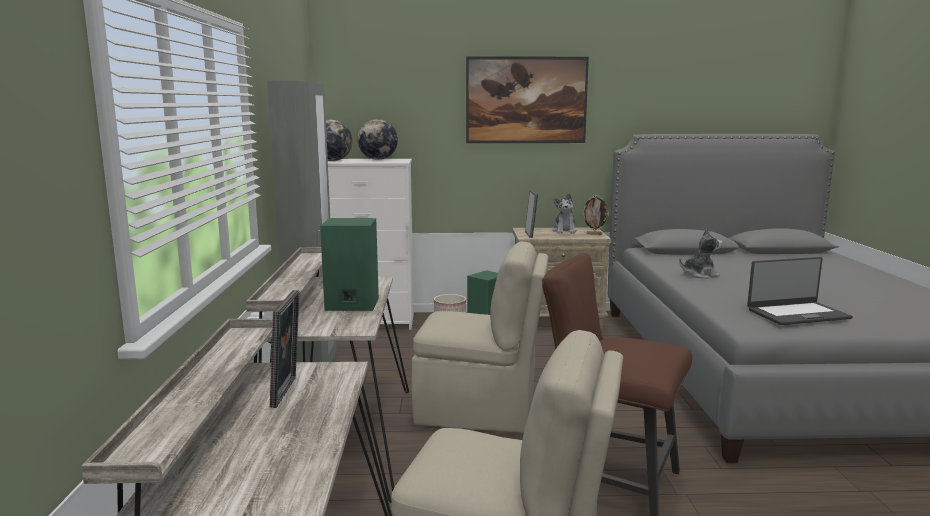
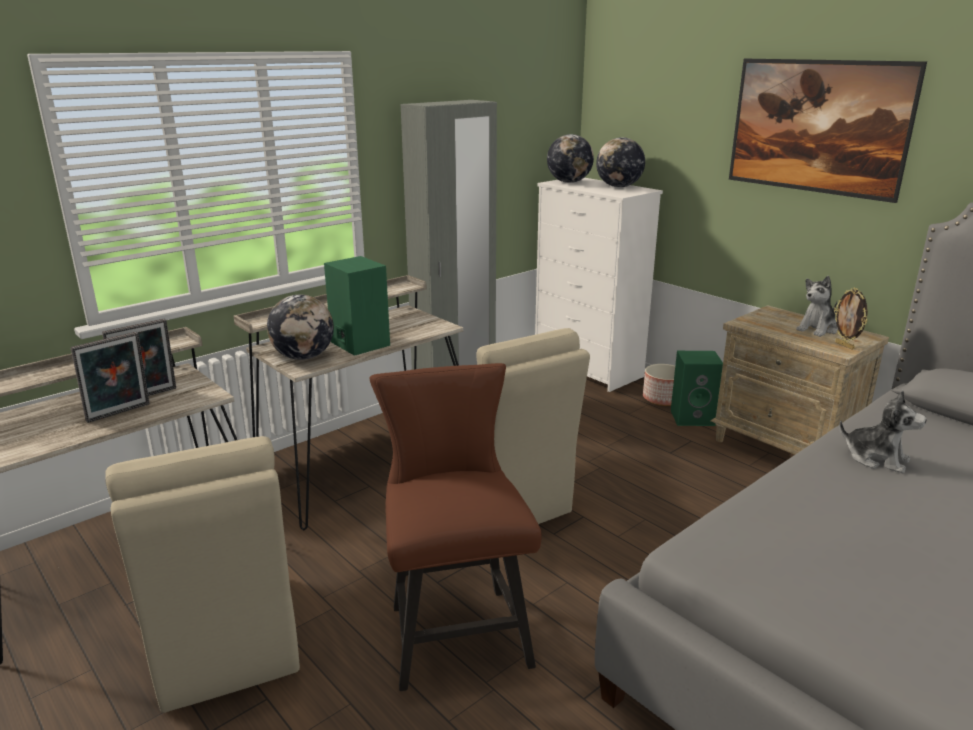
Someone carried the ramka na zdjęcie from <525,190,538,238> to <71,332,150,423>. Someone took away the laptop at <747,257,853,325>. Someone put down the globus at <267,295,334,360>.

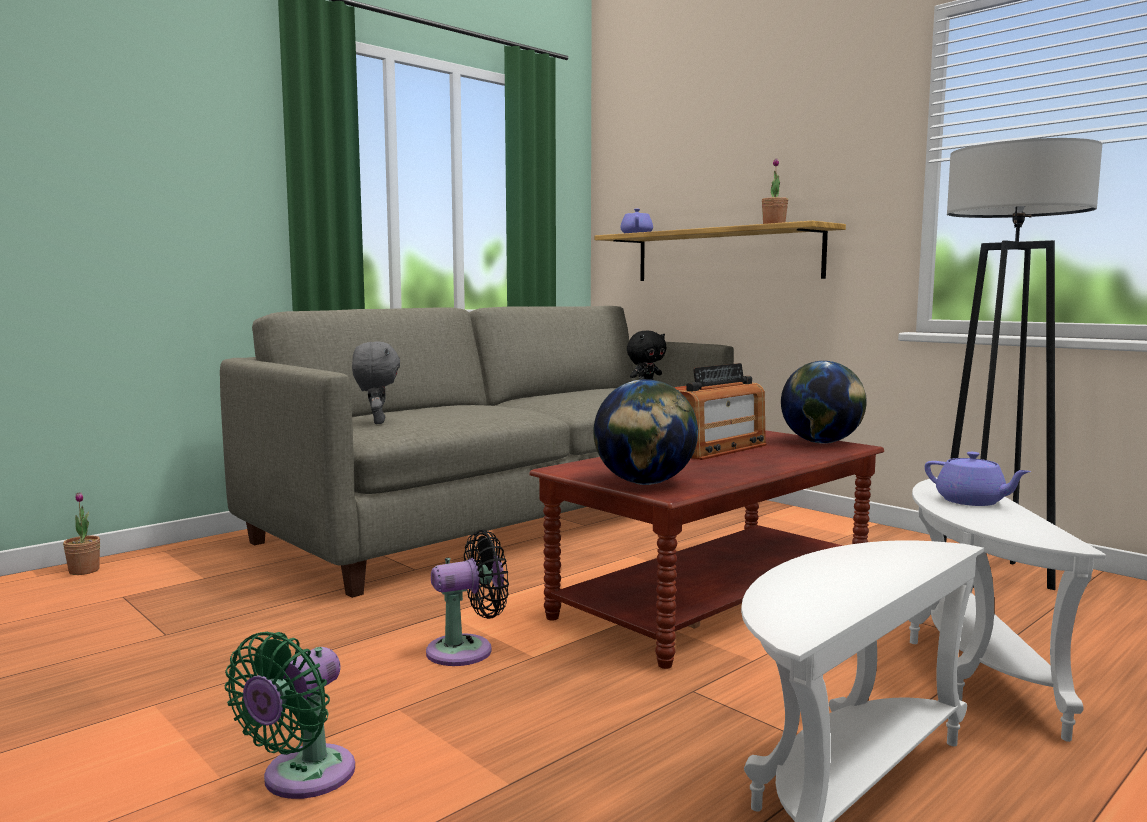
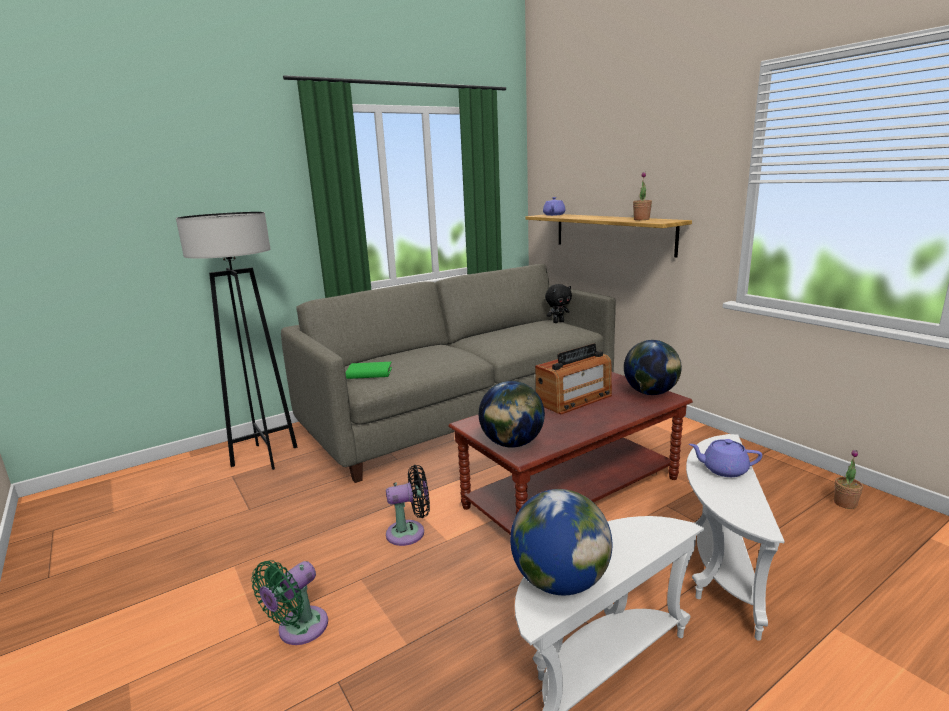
Someone carried the roślina doniczkowa from <63,492,100,575> to <834,450,863,509>. Someone swapped the pluszak/szary at <352,341,400,424> for the książka/zielony at <346,362,392,379>. Someone rotated the imbryk/fioletowy at <925,452,1031,506> by 135 degrees clockwise. Someone carried the lampa stojąca/szary from <944,138,1102,590> to <176,212,298,470>. Someone put down the globus at <510,489,612,595>.

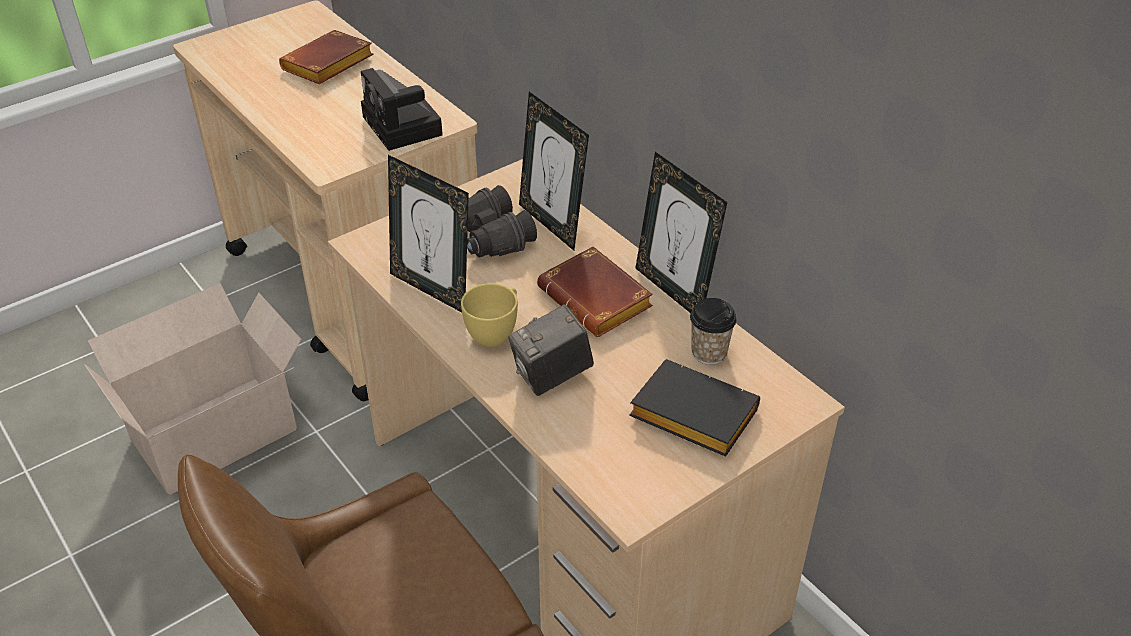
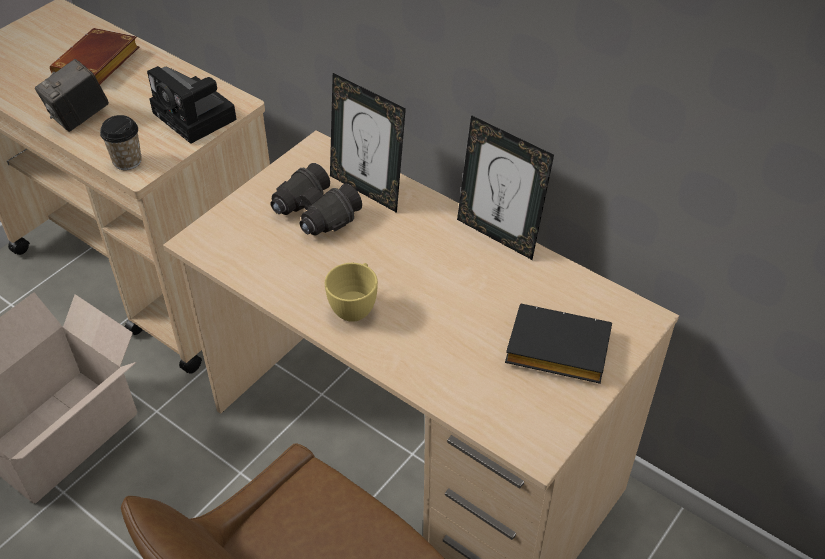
Someone took away the ramka na zdjęcie at <388,155,469,312>. Someone carried the aparat fotograficzny from <508,304,594,396> to <35,59,109,132>. Someone took away the książka/brązowy at <537,246,653,337>. Someone carried the filiżanka from <690,298,737,365> to <100,115,142,170>.

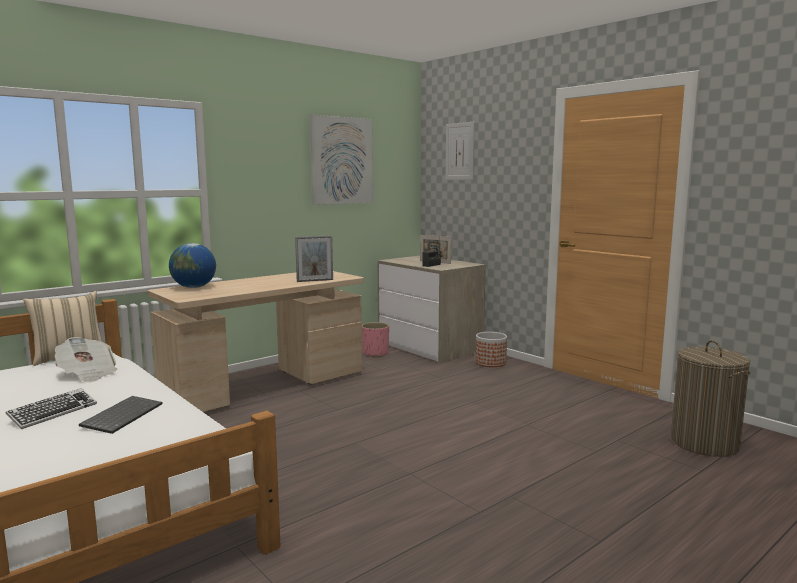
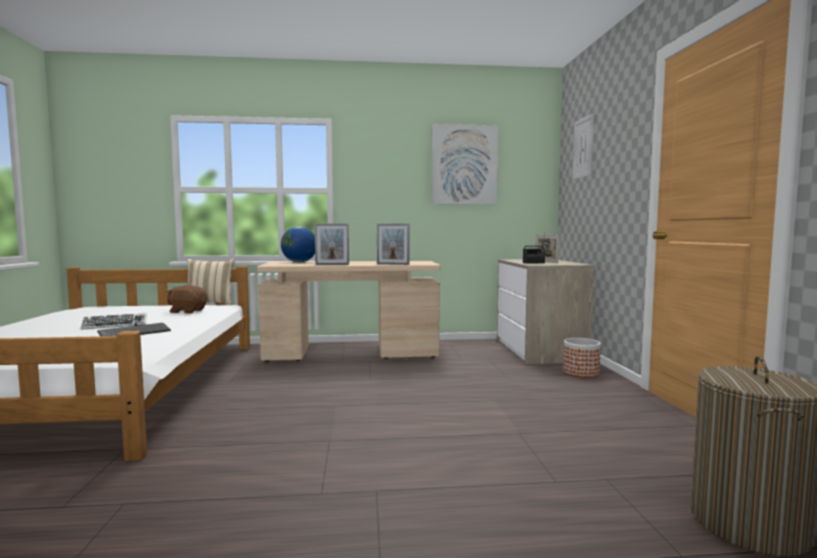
Someone swapped the gazeta at <55,337,117,382> for the pluszak/brązowy at <167,285,207,313>. Someone took away the donica/różowy at <362,322,389,357>. Someone put down the ramka na zdjęcie at <315,224,349,265>.

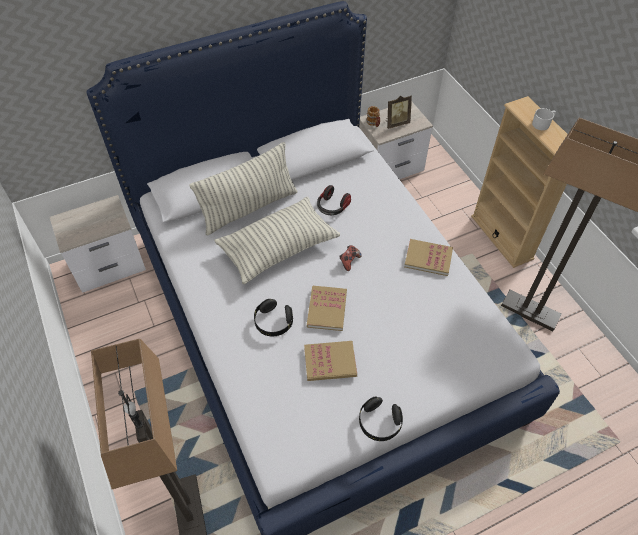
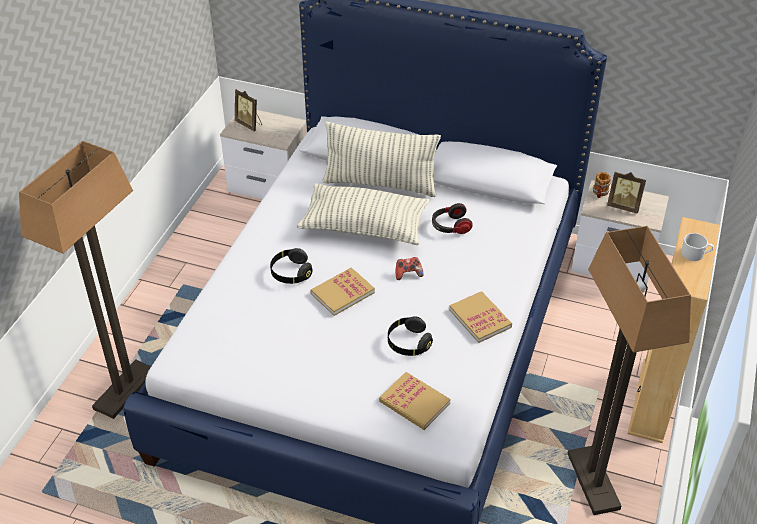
Someone carried the książka from <304,341,357,381> to <379,372,450,430>. Someone carried the słuchawki/czarny from <359,396,403,441> to <388,316,433,356>. Someone put down the ramka na zdjęcie at <235,89,262,132>.

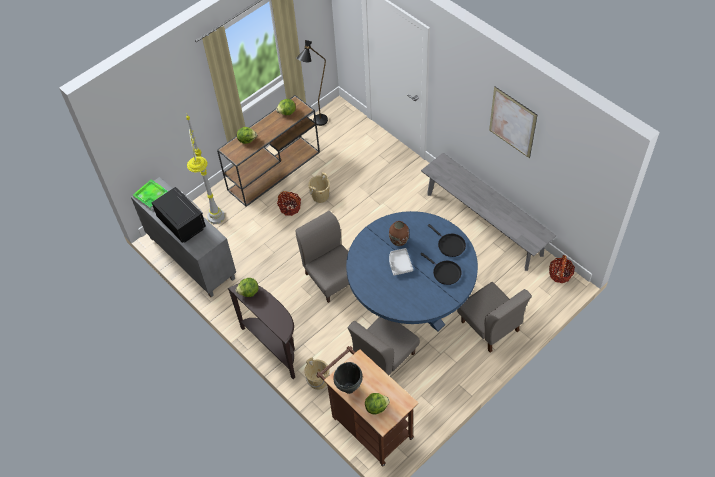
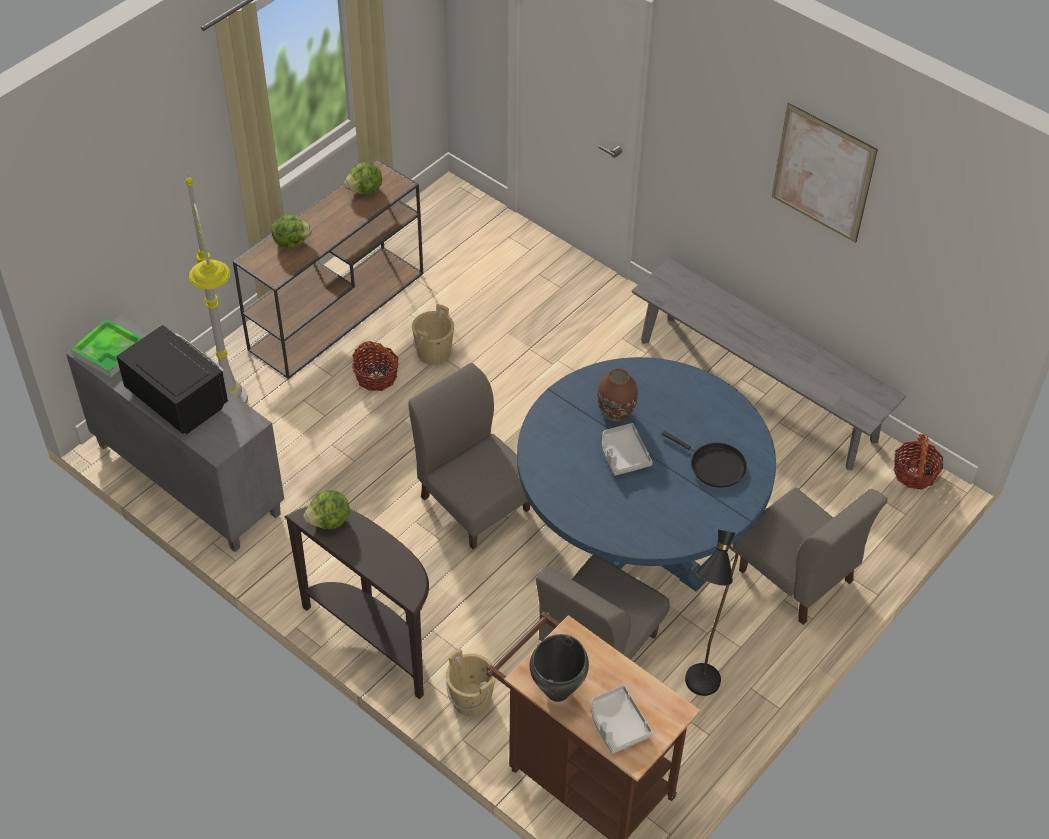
Someone carried the lampa stojąca/czarny from <296,40,328,126> to <685,529,738,696>. Someone swapped the sałata at <365,393,390,415> for the taca/szary at <591,685,653,754>. Someone took away the patelnia/czarny at <428,224,466,257>.

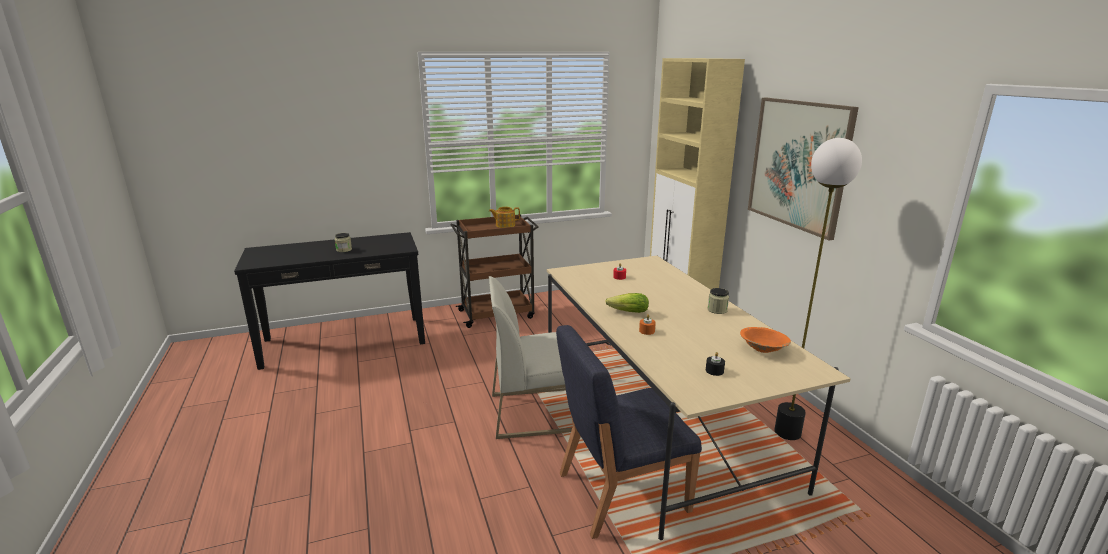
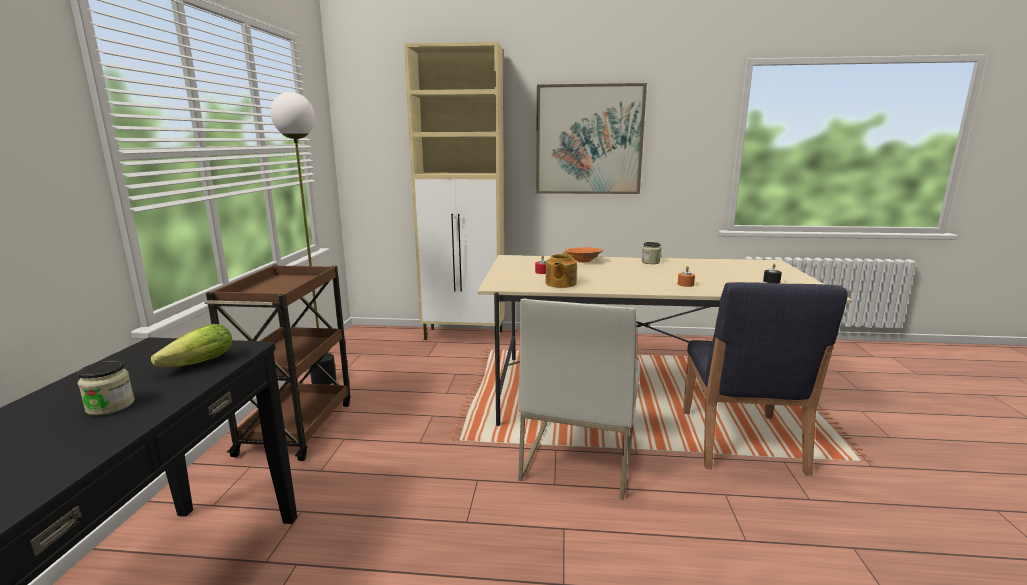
Someone carried the imbryk from <489,207,520,228> to <546,252,577,288>. Someone carried the sałata from <605,293,649,313> to <151,324,232,367>. Someone carried the miska/pomarańczowy from <740,327,791,353> to <565,247,603,262>. Someone carried the lampa stojąca from <774,138,862,440> to <271,92,336,385>.

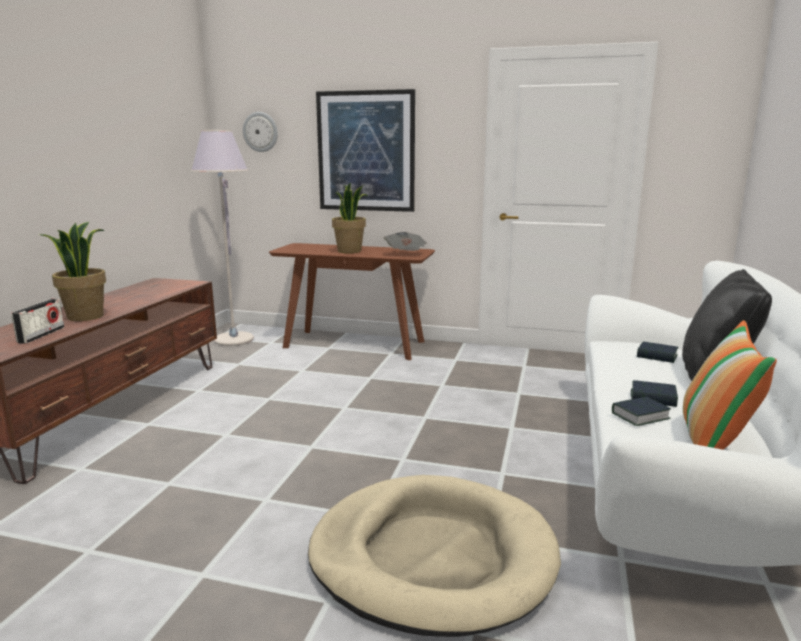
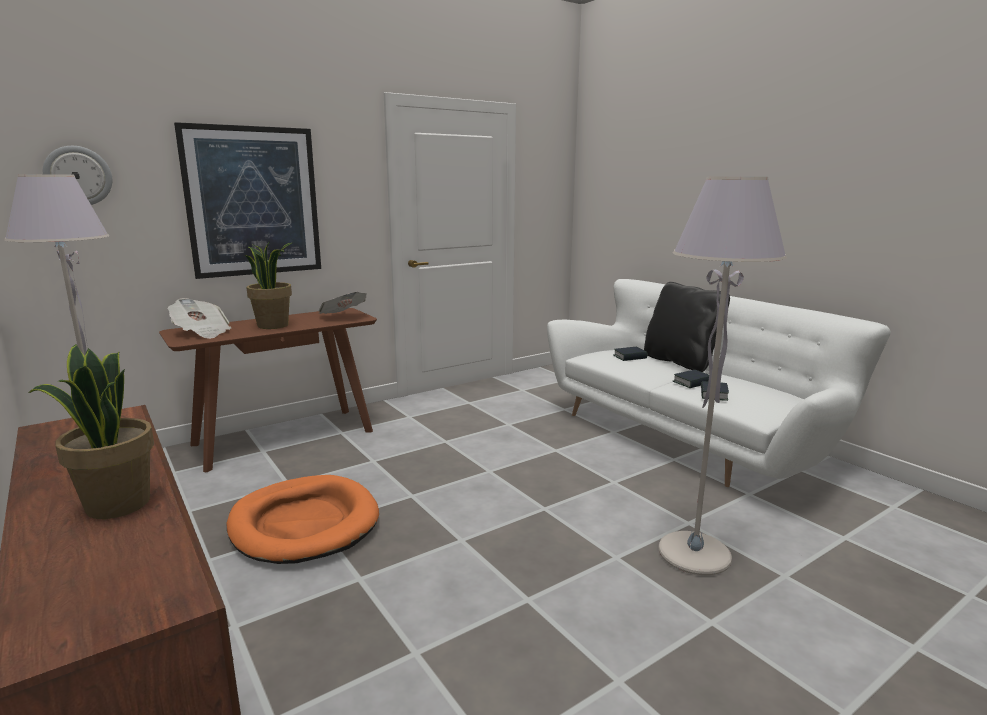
Someone took away the radio at <11,299,64,344>. Someone swapped the legowisko/beżowy at <308,475,561,637> for the lampa stojąca/szary at <658,177,787,575>. Someone took away the poduszka at <683,320,777,450>. Someone put down the gazeta at <168,298,231,339>. Someone put down the legowisko/pomarańczowy at <227,475,379,564>.

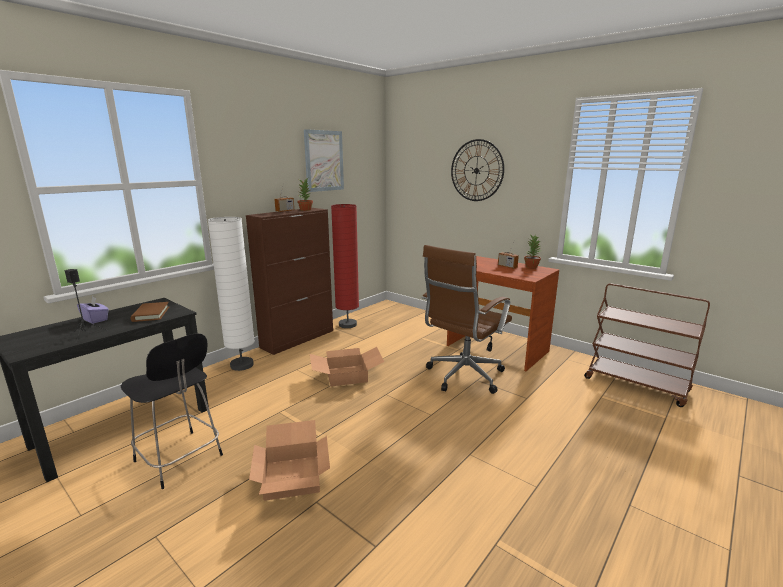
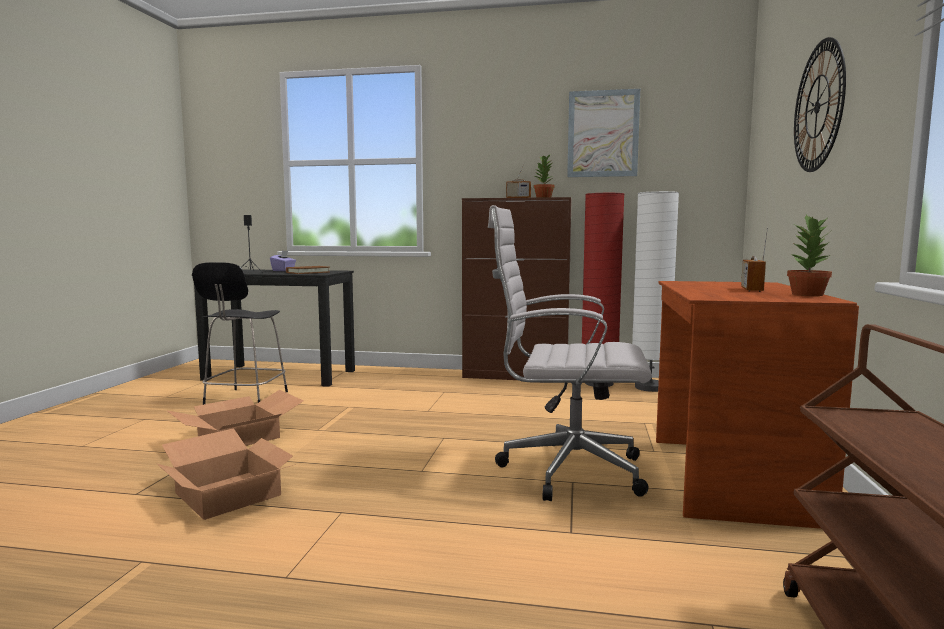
Someone carried the lampa stojąca/biały from <208,217,255,371> to <632,191,679,392>. Someone carried the karton from <310,347,384,386> to <157,428,296,520>. Someone repainted the krzesło biurowe/brązowy at <422,245,512,394>, which became the krzesło biurowe/biały at <488,205,652,501>.

